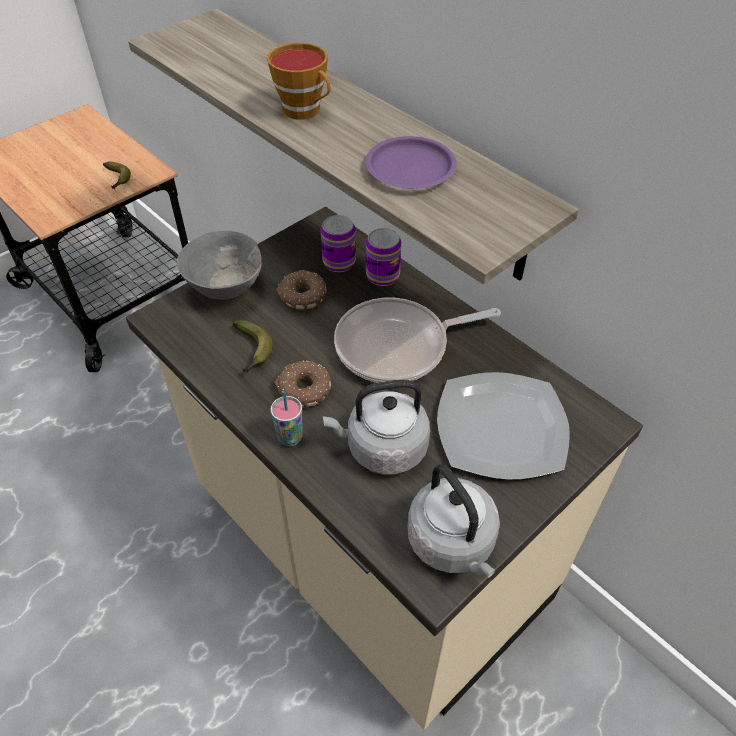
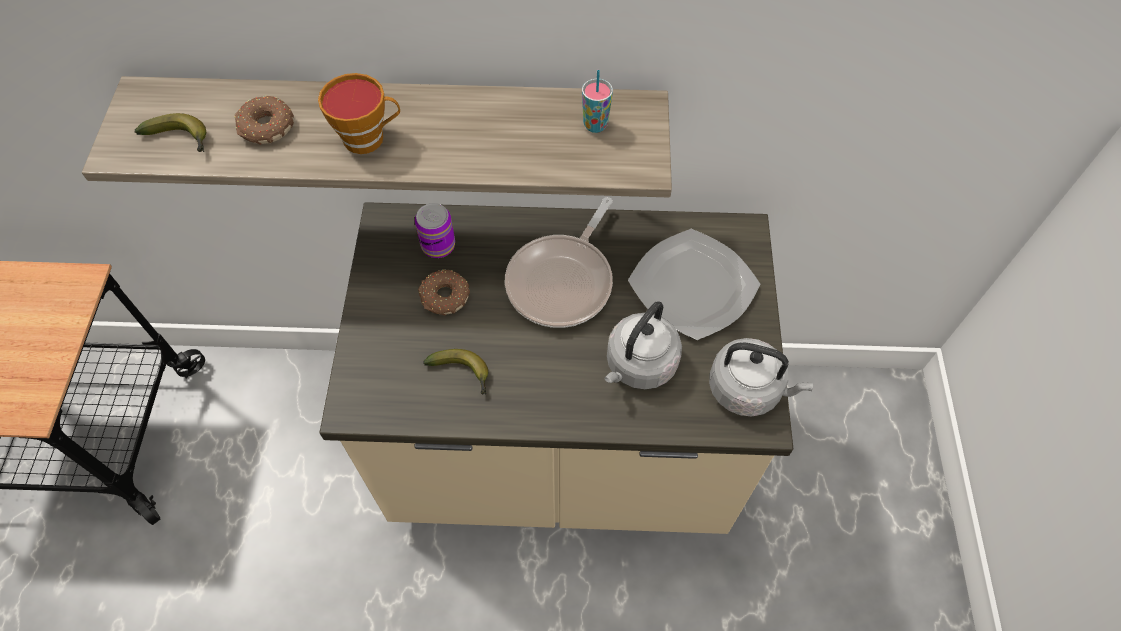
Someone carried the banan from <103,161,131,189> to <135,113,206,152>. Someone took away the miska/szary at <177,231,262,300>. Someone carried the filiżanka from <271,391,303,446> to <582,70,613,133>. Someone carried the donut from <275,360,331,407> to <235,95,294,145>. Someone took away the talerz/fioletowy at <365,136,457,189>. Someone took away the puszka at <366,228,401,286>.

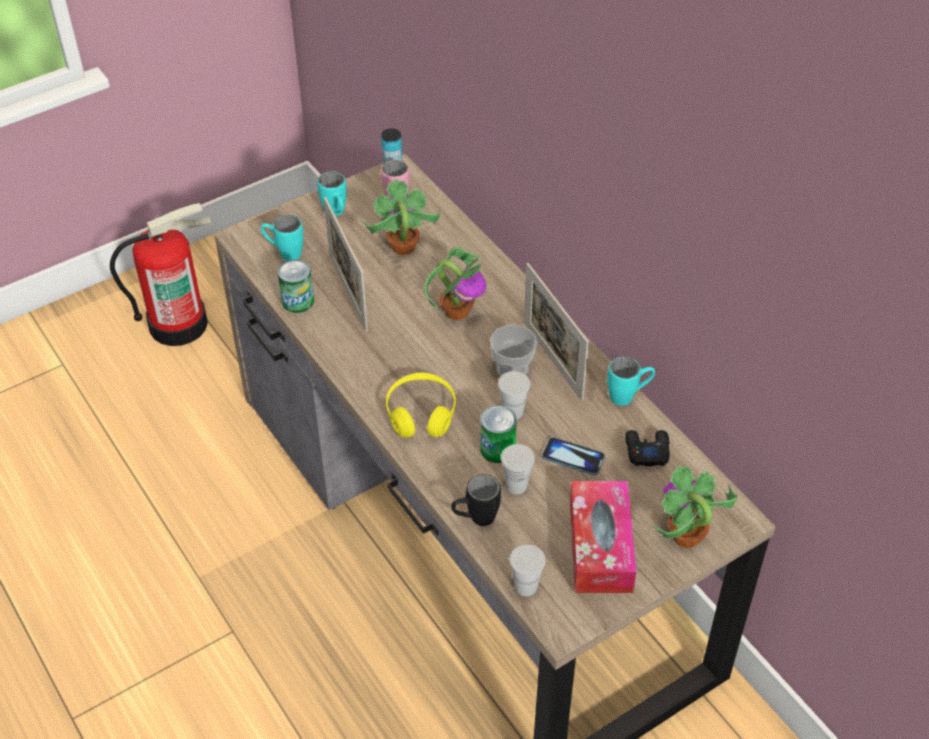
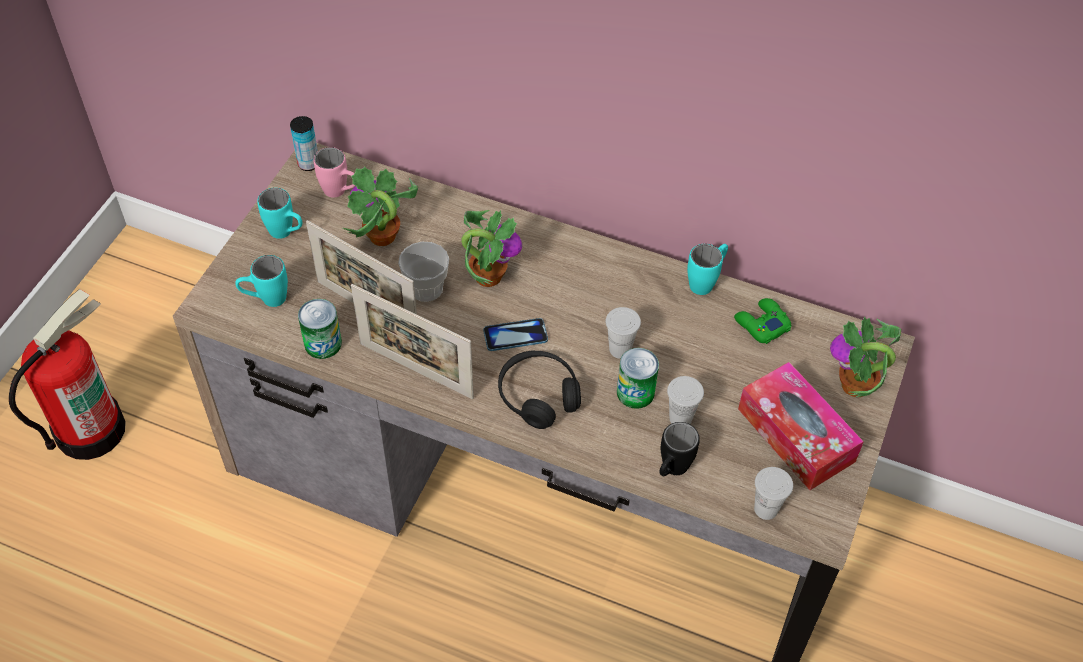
Someone repainted the słuchawki/żółty at <386,372,456,438>, which became the słuchawki/czarny at <498,351,581,429>. Someone carried the filiżanka from <490,325,537,377> to <398,242,449,302>. Someone carried the ramka na zdjęcie from <524,263,589,401> to <351,284,474,399>. Someone carried the telefon from <542,437,605,475> to <483,318,548,351>. Someone repainted the pad do gier/czarny at <625,430,670,466>, which became the pad do gier/zielony at <734,298,791,344>.

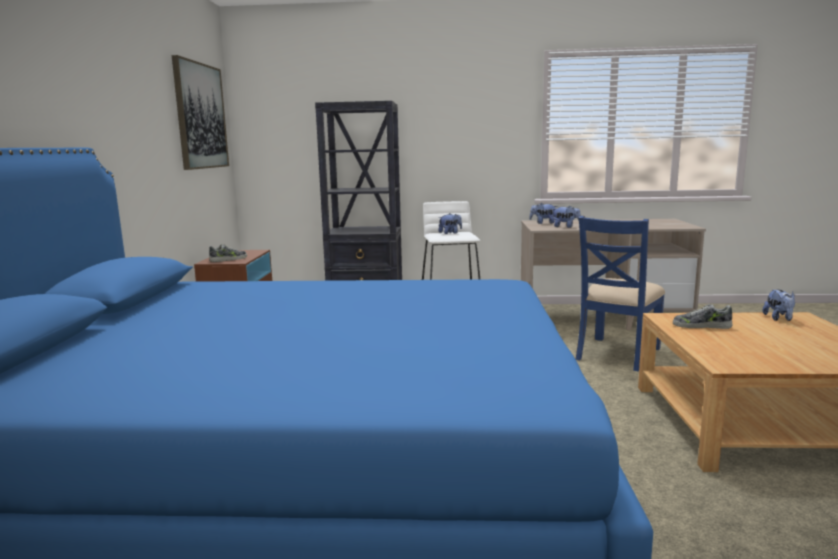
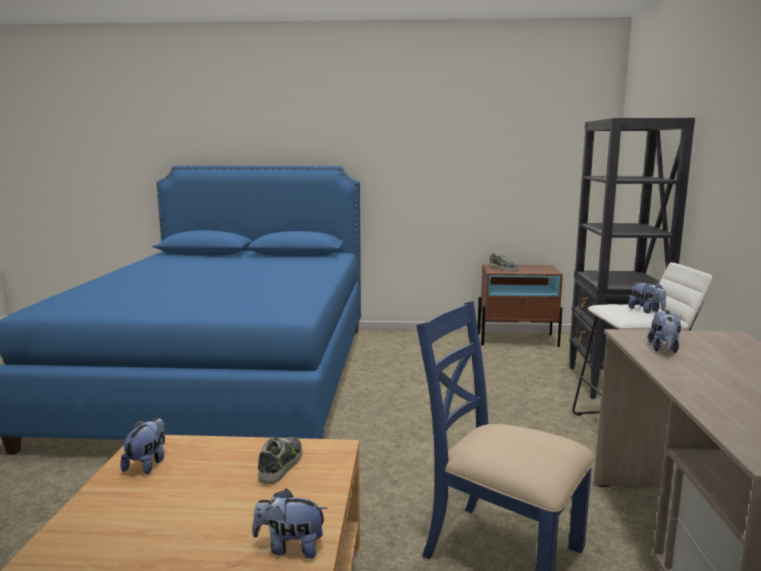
Someone took away the obraz at <172,55,229,170>. Someone carried the pluszak from <529,203,558,224> to <120,418,165,475>.

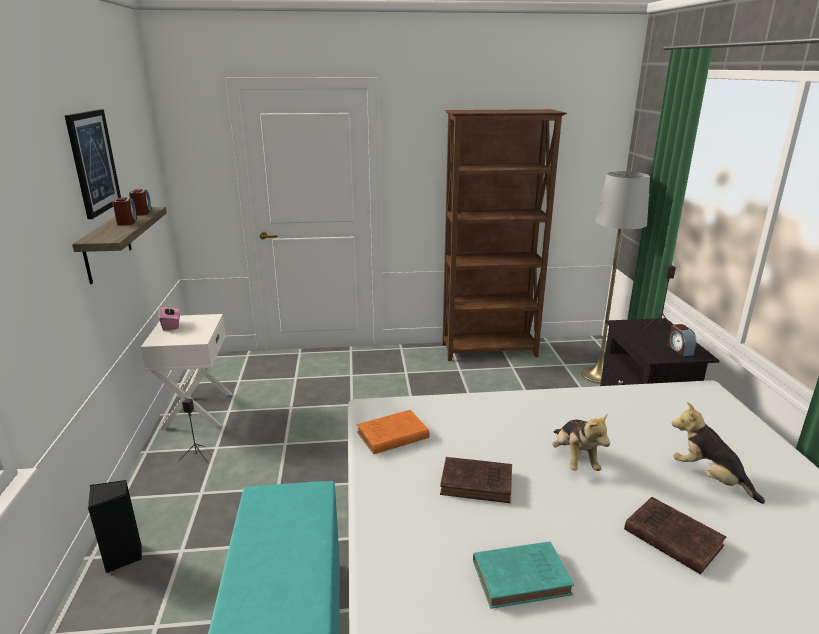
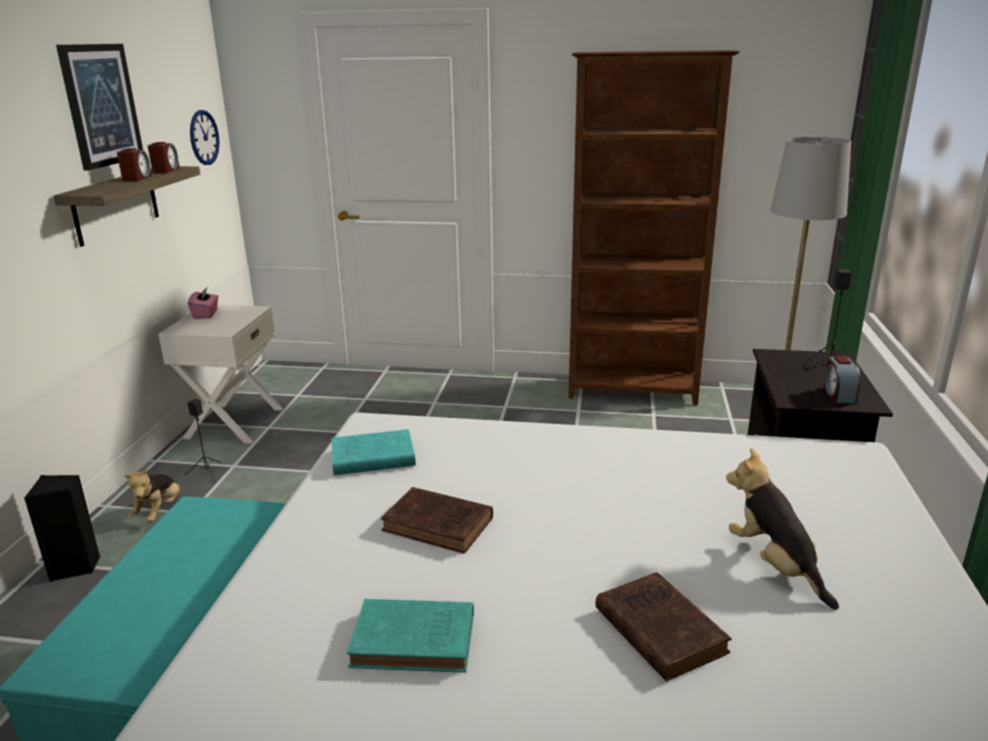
Someone repainted the książka/pomarańczowy at <357,410,430,454>, which became the książka/turkusowy at <331,429,416,475>. Someone carried the pluszak from <552,413,610,471> to <125,468,180,522>. Someone put up the zegar ścienny at <190,110,220,165>.

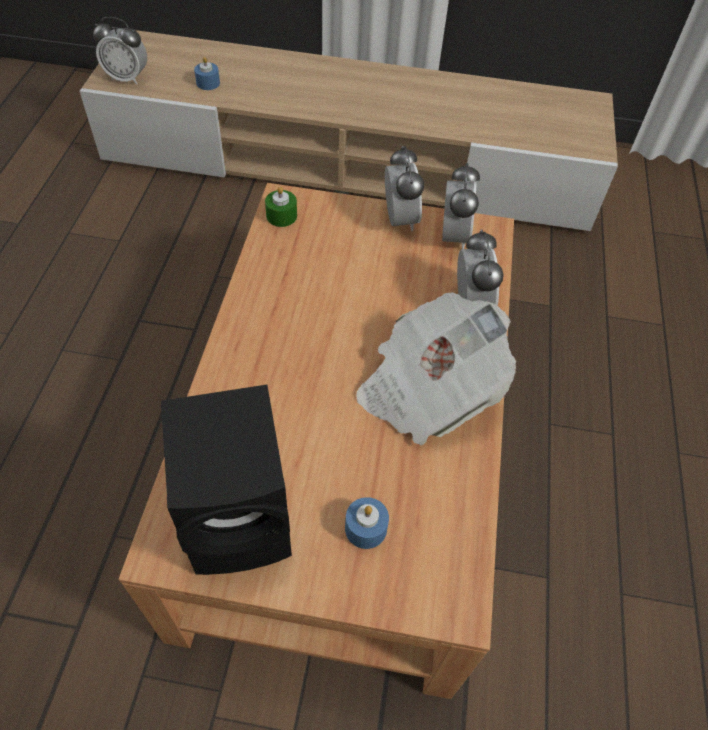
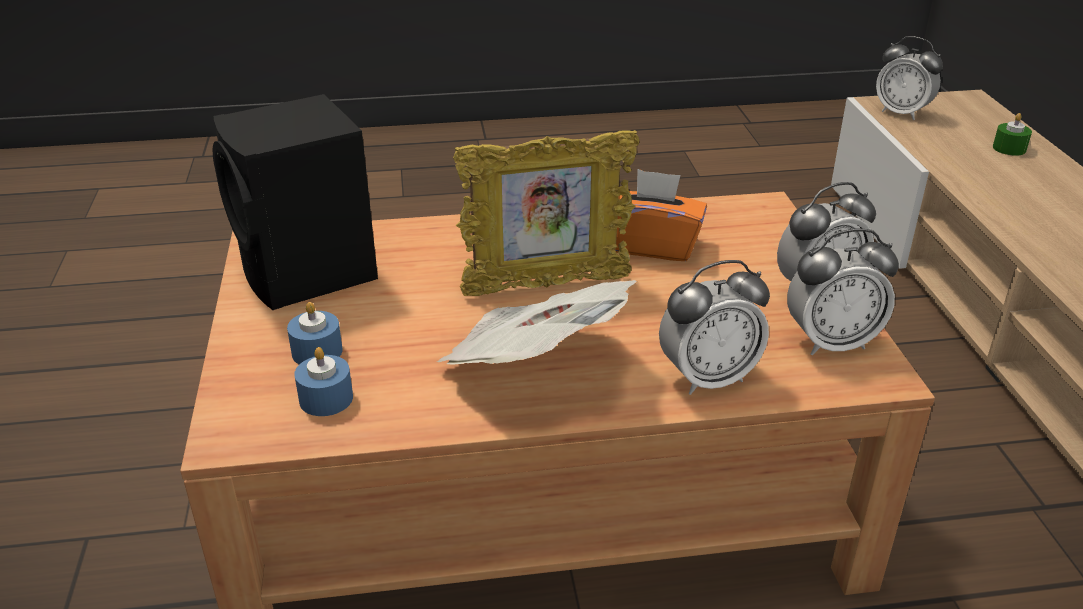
Someone rotated the budzik at <93,17,147,85> by 45 degrees counterclockwise. Someone carried the świeca/niebieski from <194,57,220,90> to <294,347,353,416>. Someone carried the świeca/zielony from <265,187,297,227> to <993,113,1032,156>. Someone put down the ramka na zdjęcie at <453,130,639,296>. Someone put down the pudełko chusteczek/pomarańczowy at <615,169,707,261>.

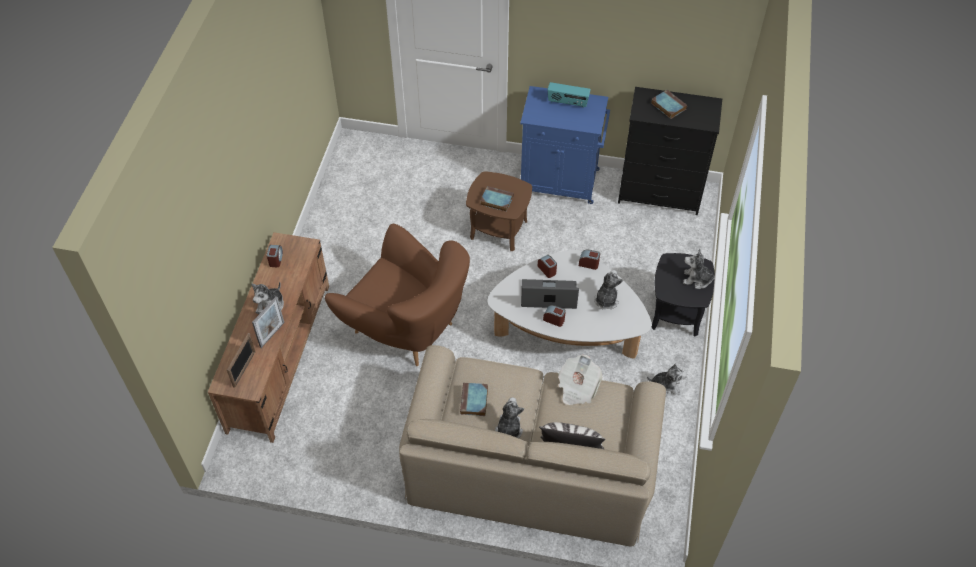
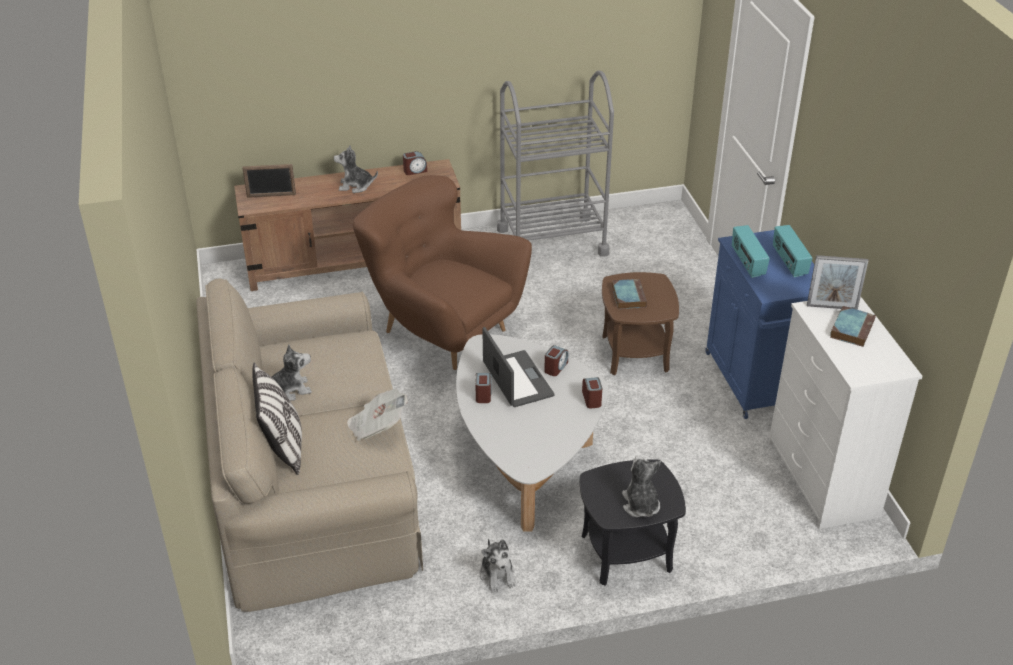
Someone carried the ramka na zdjęcie from <252,296,285,348> to <807,255,869,310>. Someone rotated the fotel/brązowy at <325,224,470,366> by 120 degrees clockwise. Someone took away the książka at <460,383,488,416>. Someone took away the pluszak at <594,270,623,309>. Someone repainted the komoda/czarny at <618,87,722,215>, which became the komoda/biały at <768,297,922,529>. Someone put down the wózek/szary at <497,71,614,257>. Someone put down the radio at <732,225,770,278>.

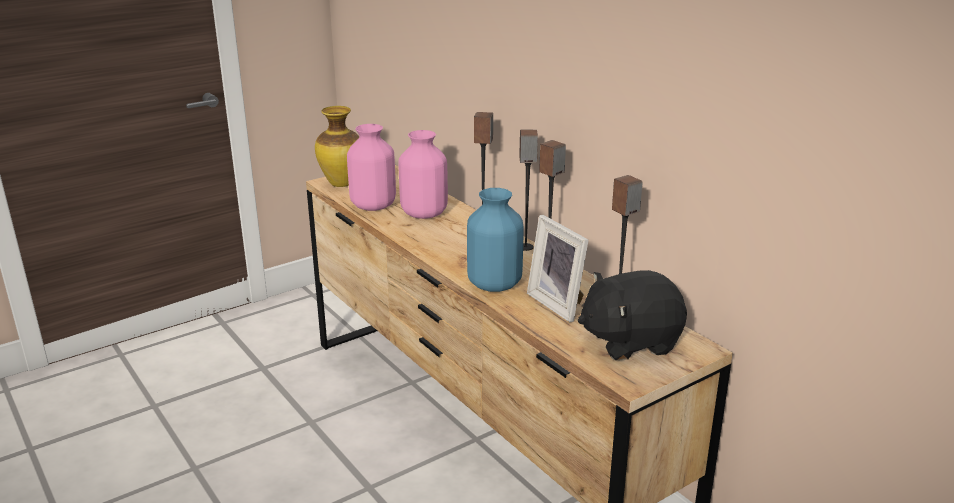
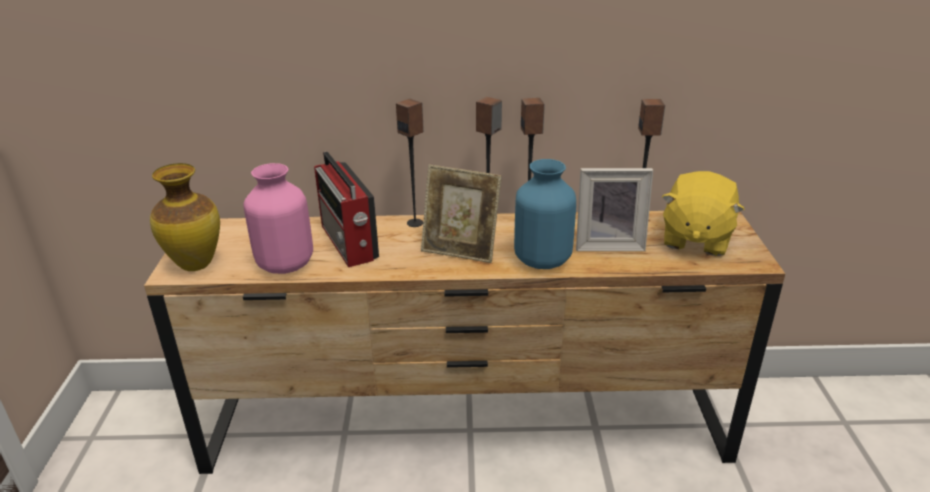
Someone swapped the wazon/różowy at <398,130,448,219> for the radio at <314,152,379,267>. Someone repainted the pluszak/czarny at <578,270,687,360>, which became the pluszak/żółty at <662,171,745,256>. Someone put down the ramka na zdjęcie at <421,165,502,263>.

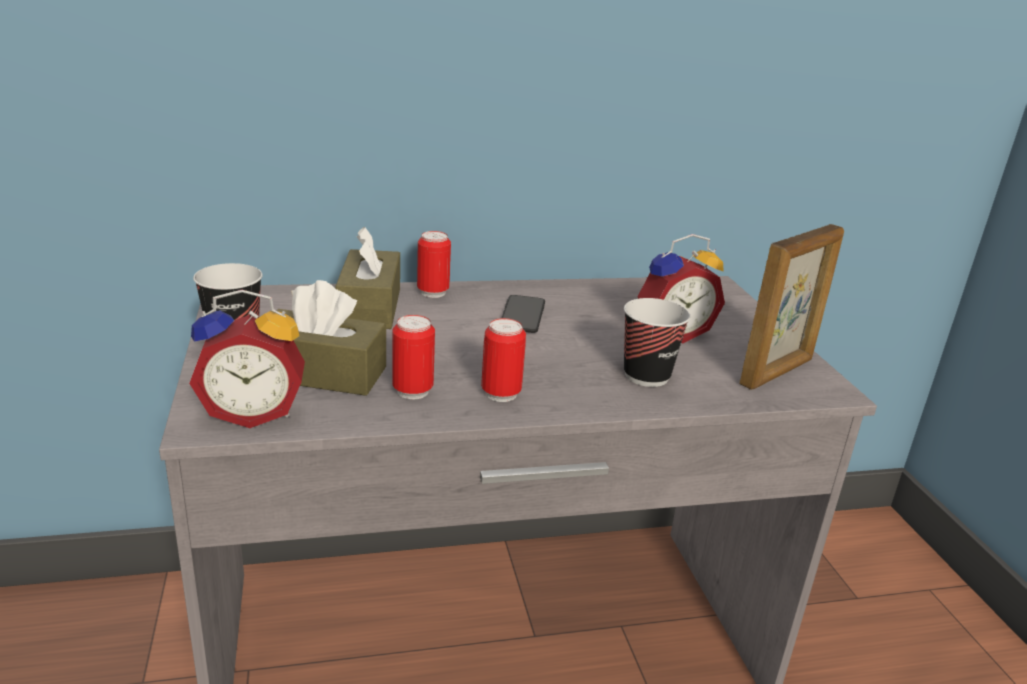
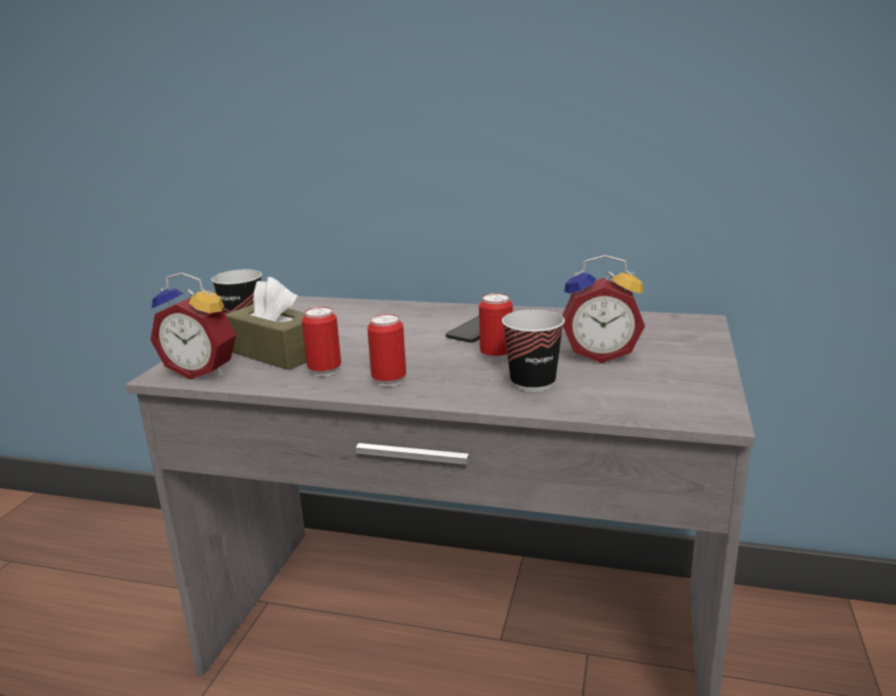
Someone took away the pudełko chusteczek/brązowy at <335,227,400,329>. Someone carried the puszka from <417,231,451,298> to <479,293,513,361>. Someone took away the ramka na zdjęcie at <740,224,844,390>.

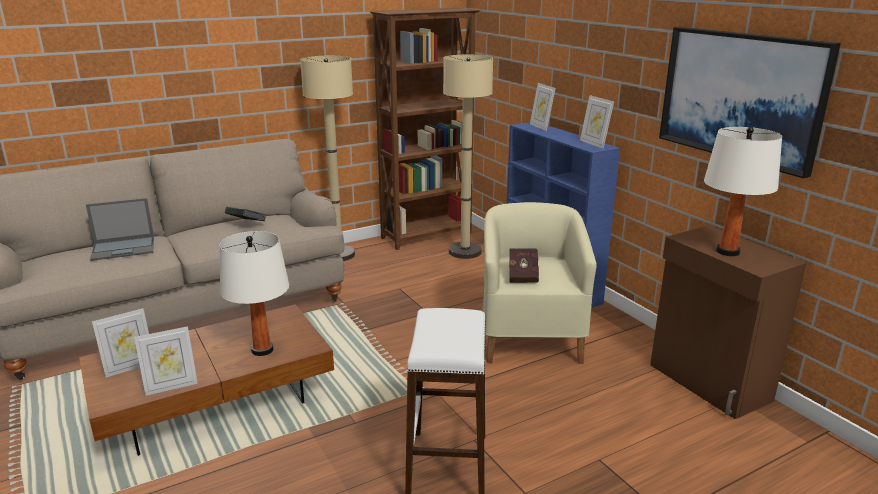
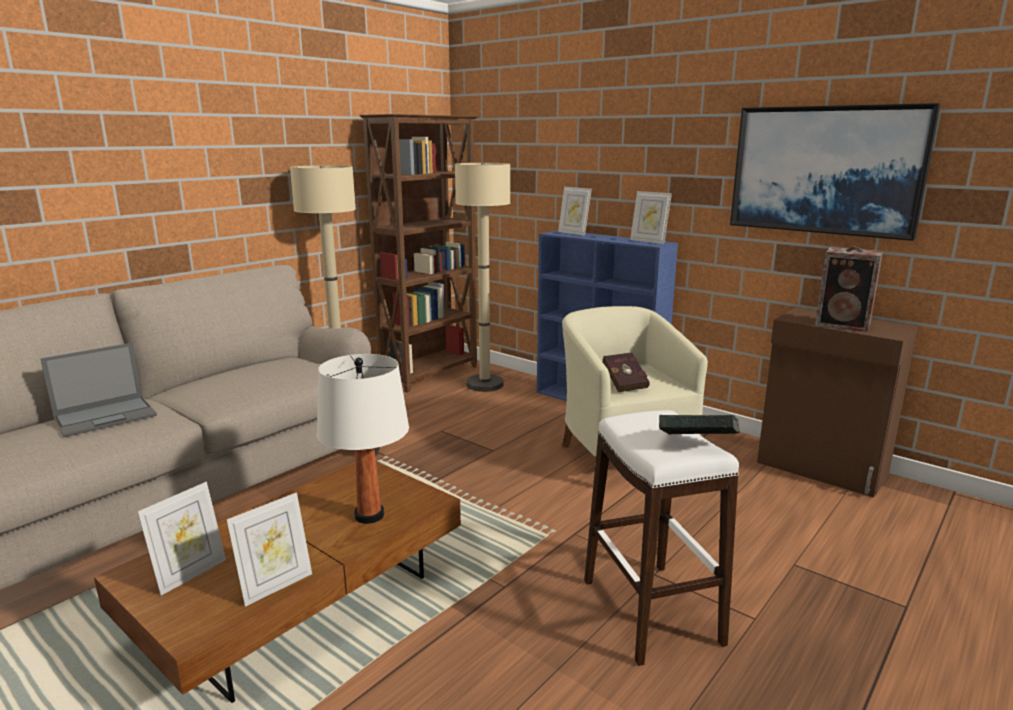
Someone carried the książka from <225,207,267,221> to <659,415,740,435>. Someone swapped the lampa stołowa/biały at <704,127,782,256> for the głośnik at <815,247,883,332>.

